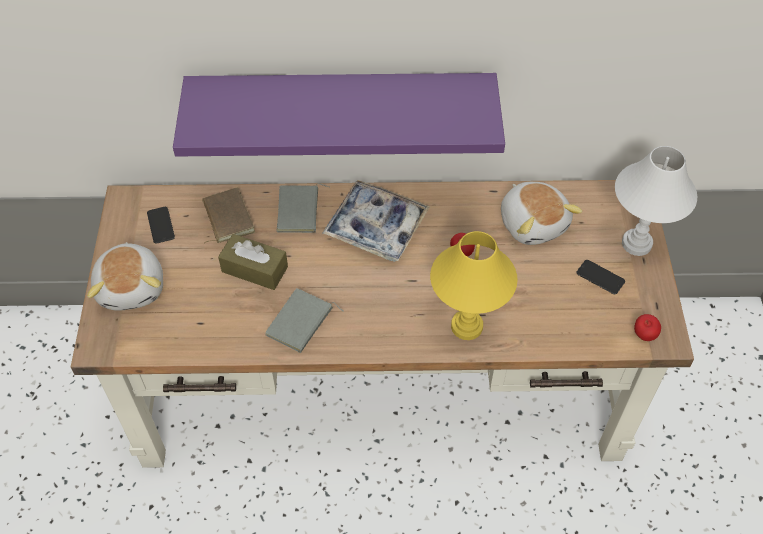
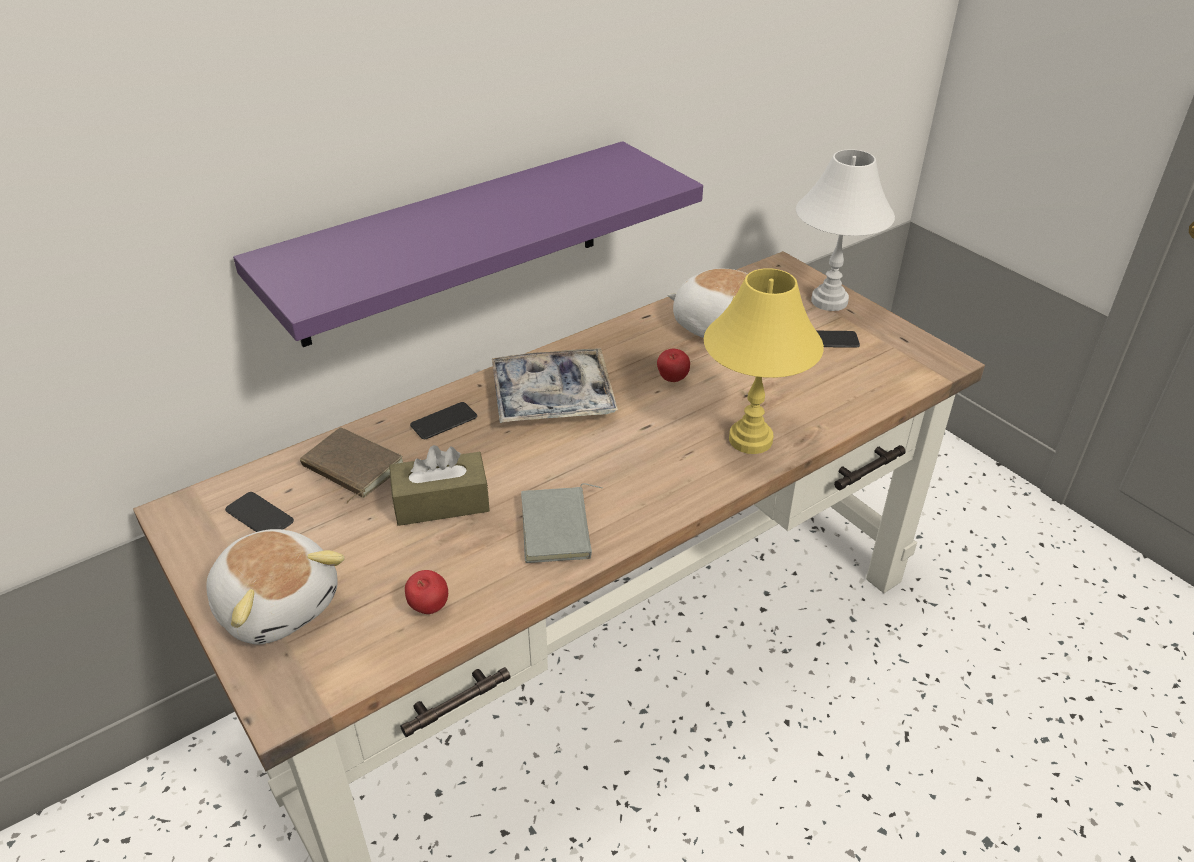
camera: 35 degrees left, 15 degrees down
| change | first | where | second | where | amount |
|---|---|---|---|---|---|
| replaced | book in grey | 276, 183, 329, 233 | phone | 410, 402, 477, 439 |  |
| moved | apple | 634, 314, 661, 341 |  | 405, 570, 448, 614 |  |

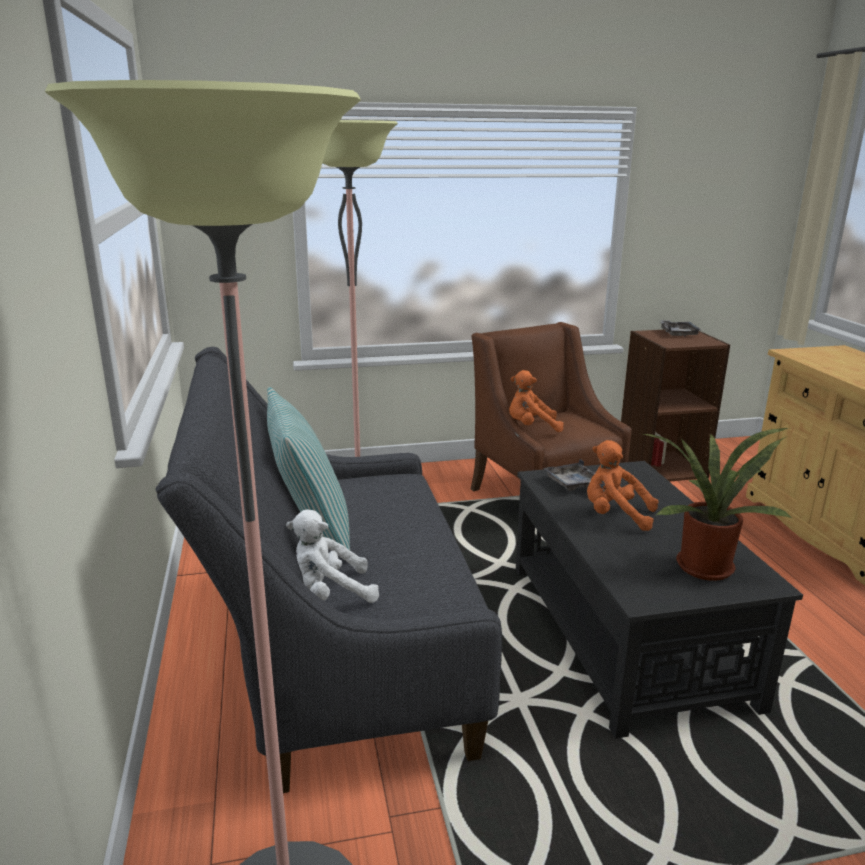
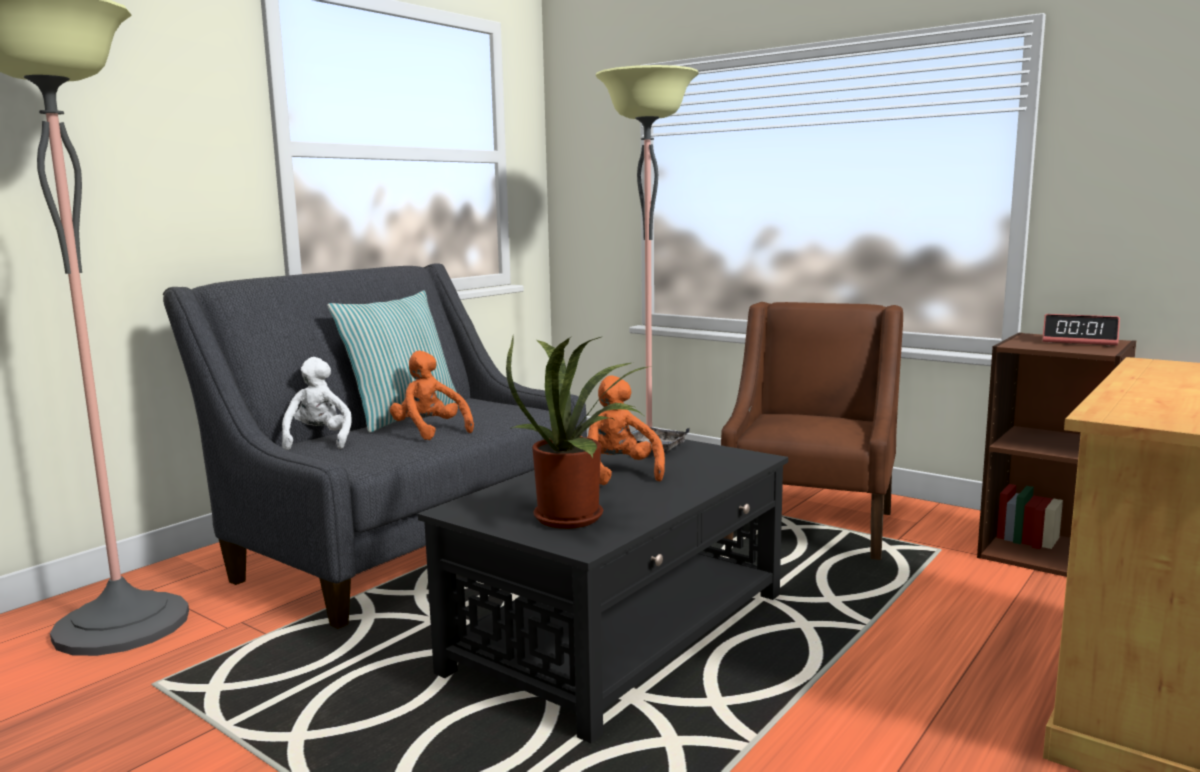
camera: 50 degrees right, 10 degrees down
| change | first | where | second | where | amount |
|---|---|---|---|---|---|
| replaced | tray in grey | 660, 320, 701, 337 | alarm clock | 1042, 314, 1120, 345 |  |
| moved | plush toy in orange | 509, 370, 564, 432 |  | 390, 350, 474, 440 |  |
| turned | plush toy in white | 286, 509, 379, 603 |  | 282, 357, 351, 450 | 45 degrees clockwise |

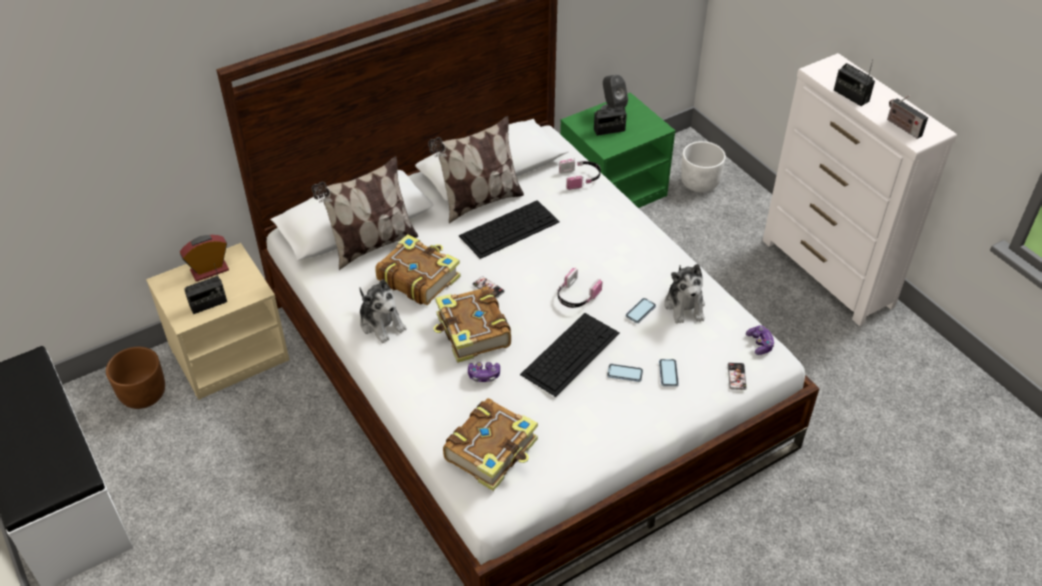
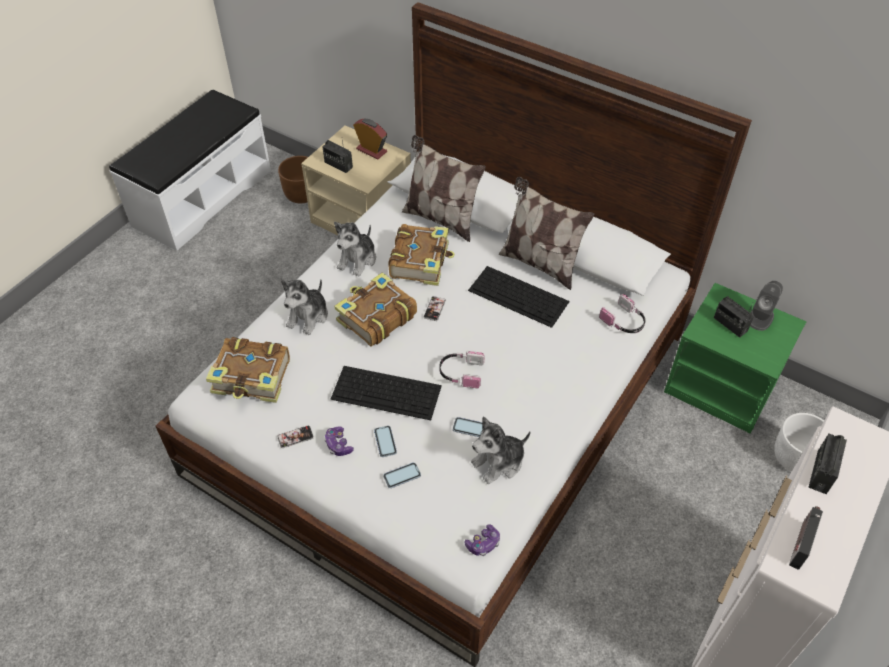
camera: 65 degrees right, 5 degrees up
| change | first | where | second | where | amount |
|---|---|---|---|---|---|
| moved | game controller | 468, 362, 500, 382 |  | 324, 426, 354, 456 |  |
| moved | phone | 728, 362, 747, 390 |  | 277, 426, 314, 448 |  |
| added |  |  | plush toy | 281, 279, 328, 335 |  |

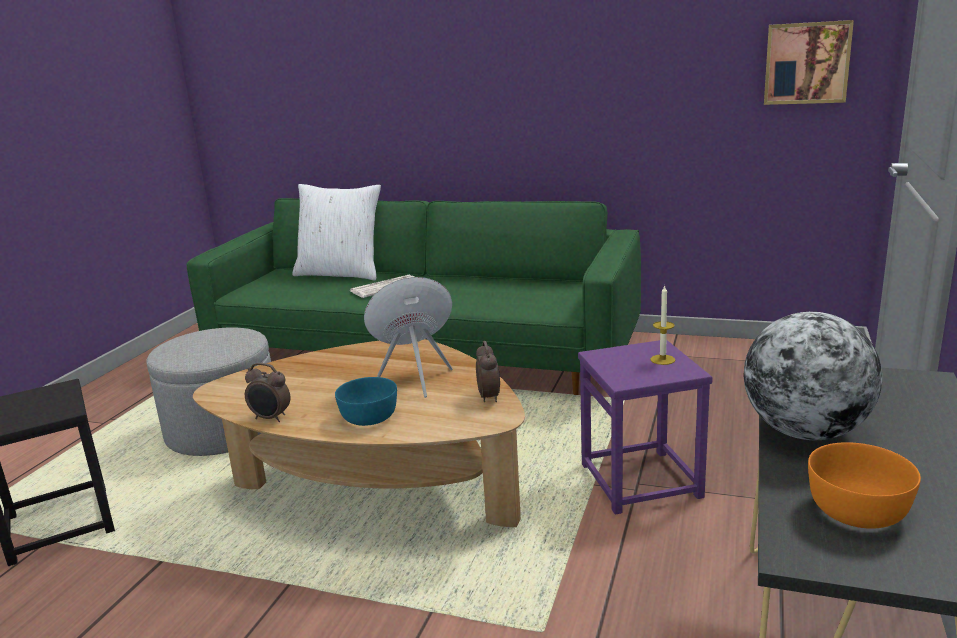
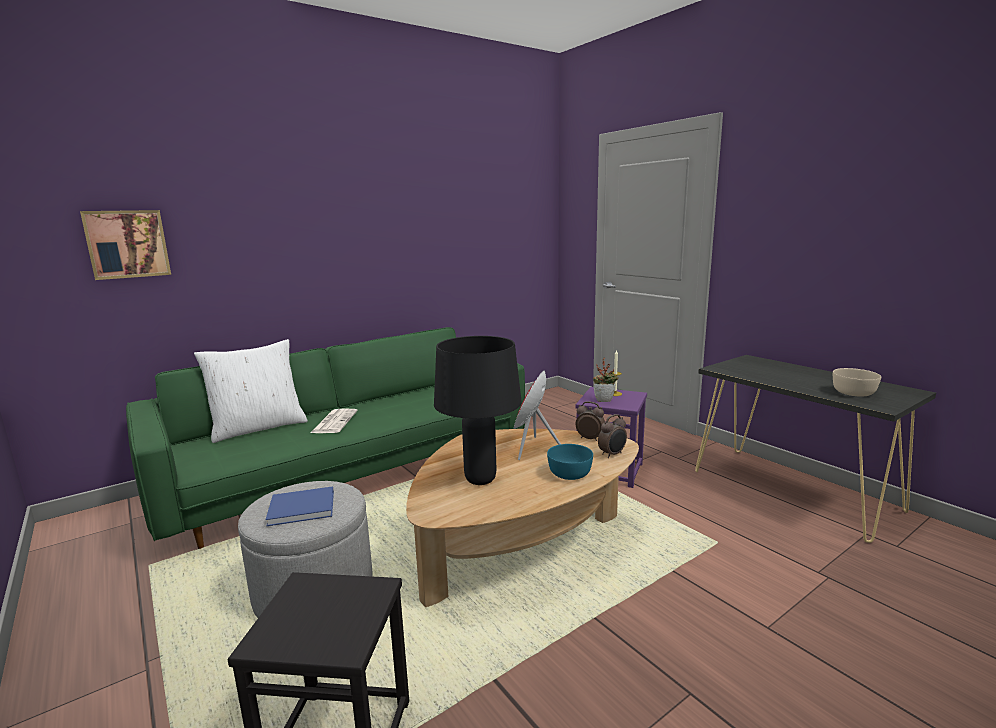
camera: 55 degrees left, 5 degrees down
| change | first | where | second | where | amount |
|---|---|---|---|---|---|
| moved | picture | 764, 20, 854, 105 |  | 80, 210, 171, 280 |  |
| removed | globe | 744, 312, 882, 440 |  |  |  |
| moved | alarm clock | 245, 363, 290, 422 |  | 598, 414, 627, 458 |  |
| recoloured | bowl in orange | 808, 442, 921, 529 | bowl in beige | 833, 368, 881, 397 |  |
| added |  |  | table lamp in black | 434, 336, 522, 485 |  |
| added |  |  | potted plant | 593, 358, 619, 402 |  |
| added |  |  | book in blue | 266, 486, 334, 526 |  |

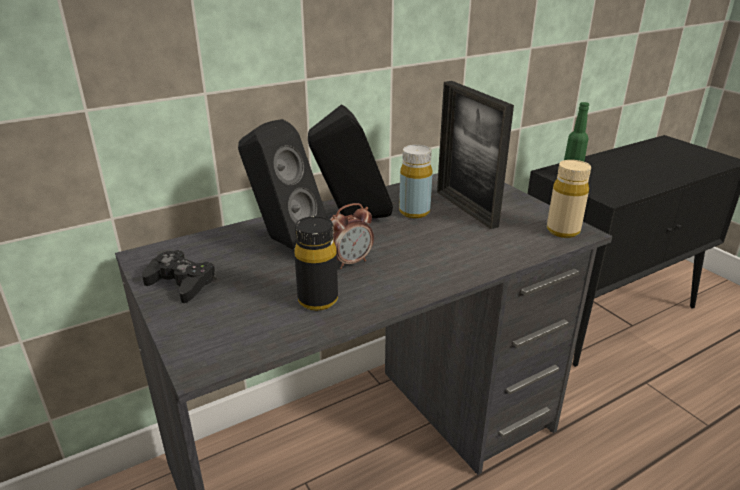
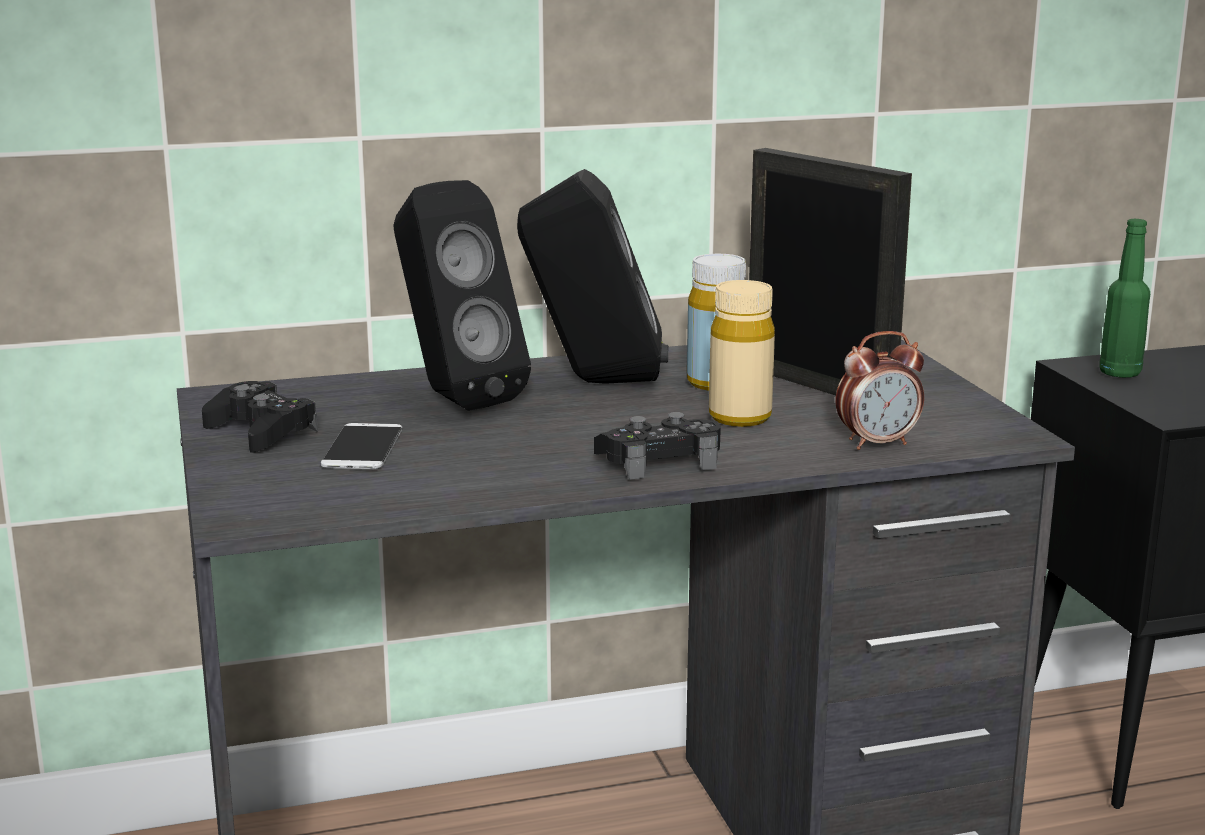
camera: 15 degrees right, 10 degrees down
| change | first | where | second | where | amount |
|---|---|---|---|---|---|
| turned | picture frame | 437, 81, 514, 229 |  | 749, 148, 912, 395 | 150 degrees clockwise |
| moved | bottle in beige | 547, 160, 591, 238 |  | 709, 280, 775, 427 |  |
| moved | alarm clock | 330, 203, 374, 269 |  | 836, 331, 924, 450 |  |
| removed | bottle in black | 294, 216, 338, 311 |  |  |  |
| added |  |  | game controller in black | 594, 412, 721, 480 |  |
| added |  |  | phone | 321, 423, 402, 469 |  |

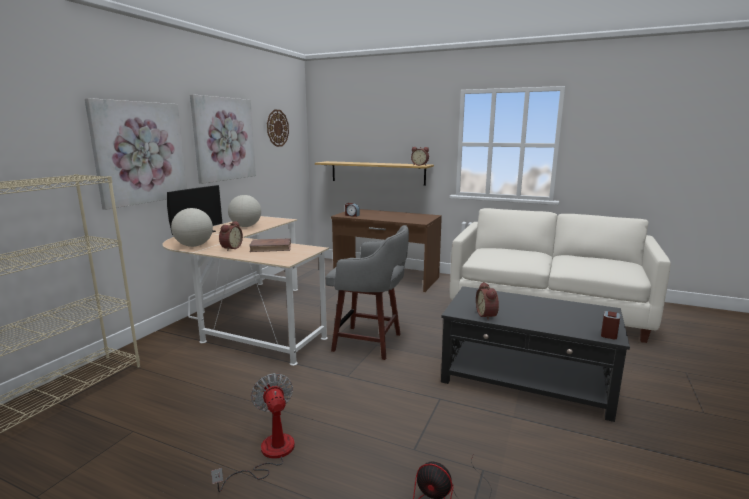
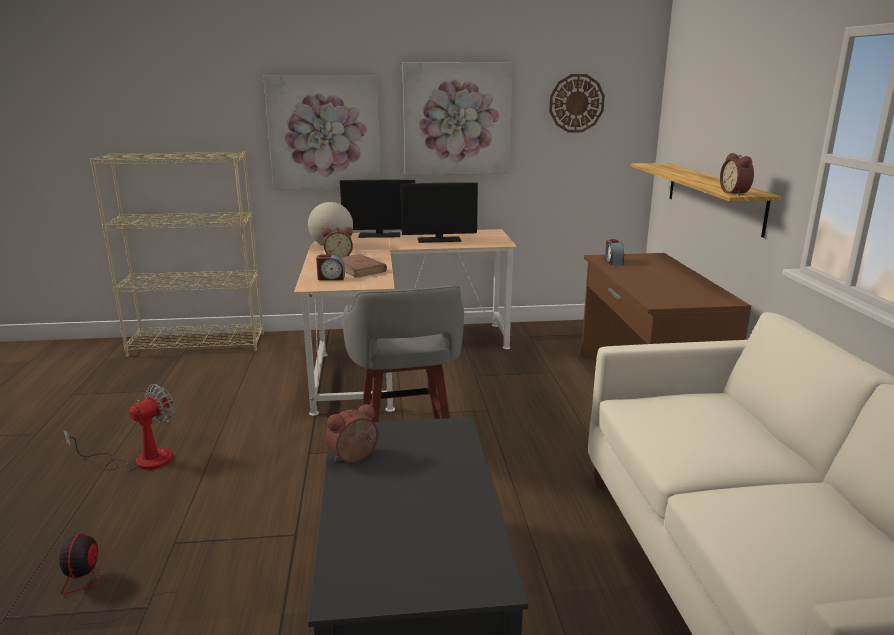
camera: 60 degrees right, 5 degrees up
| change | first | where | second | where | amount |
|---|---|---|---|---|---|
| replaced | globe | 228, 195, 261, 227 | monitor | 401, 182, 478, 243 |  |
| moved | alarm clock | 601, 311, 621, 339 |  | 316, 254, 345, 280 |  |

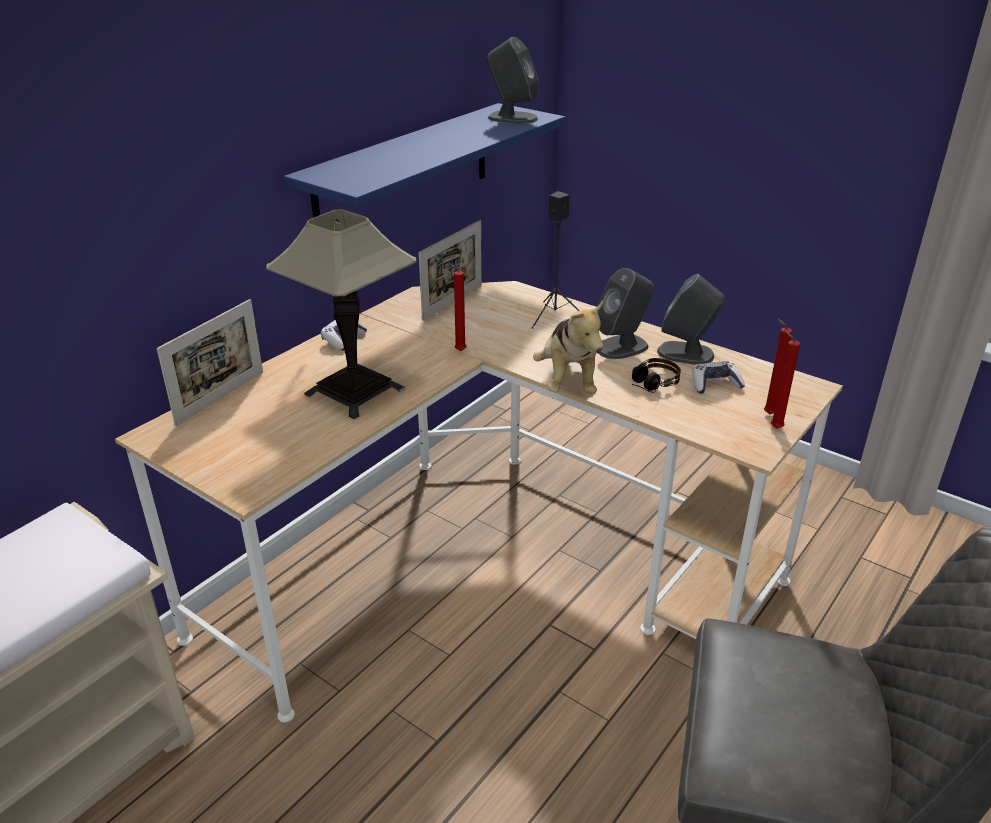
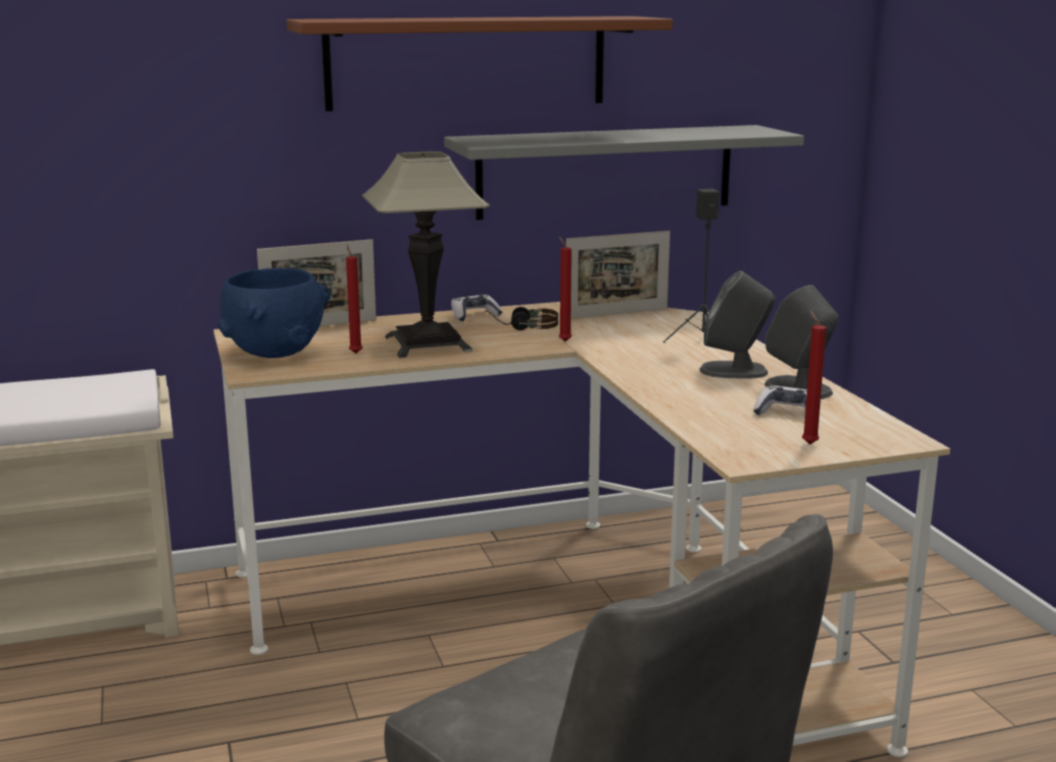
camera: 35 degrees right, 15 degrees down
| change | first | where | second | where | amount |
|---|---|---|---|---|---|
| removed | speaker in grey | 487, 37, 539, 124 |  |  |  |
| recoloured | shelf in blue | 284, 103, 566, 218 | shelf in grey | 444, 125, 804, 220 |  |
| removed | plush toy | 533, 301, 603, 394 |  |  |  |
| moved | candle in red | 771, 330, 800, 429 |  | 346, 244, 363, 353 |  |
| moved | headphones | 632, 358, 681, 393 |  | 485, 307, 558, 330 |  |
| added |  |  | shelf in brown | 286, 16, 673, 111 |  |
| added |  |  | bowl in blue | 218, 268, 330, 358 |  |

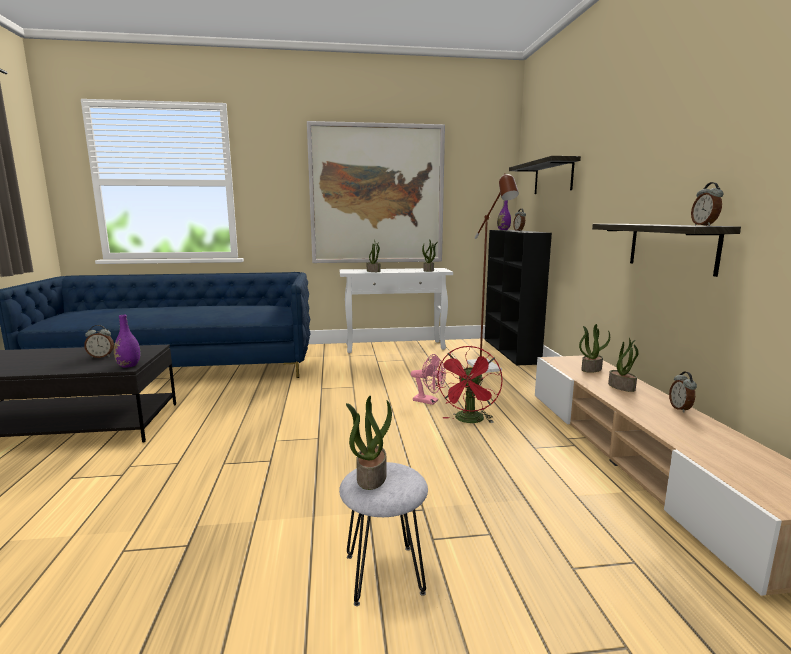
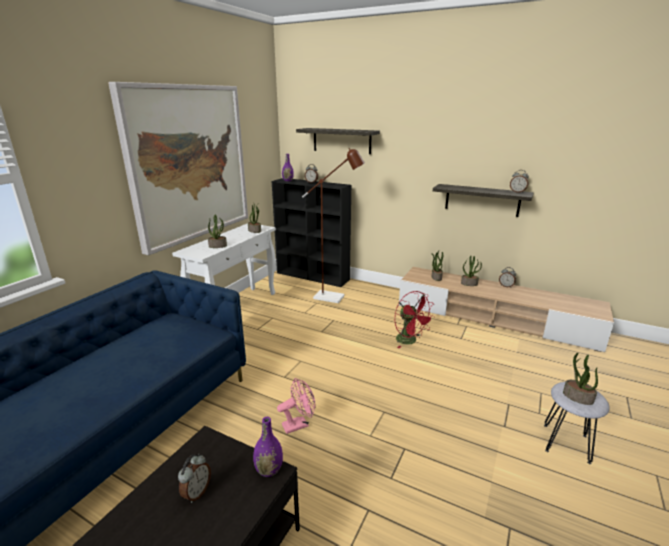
camera: 55 degrees left, 10 degrees up
| change | first | where | second | where | amount |
|---|---|---|---|---|---|
| moved | fan in pink | 411, 354, 446, 405 |  | 277, 378, 316, 434 |  |

